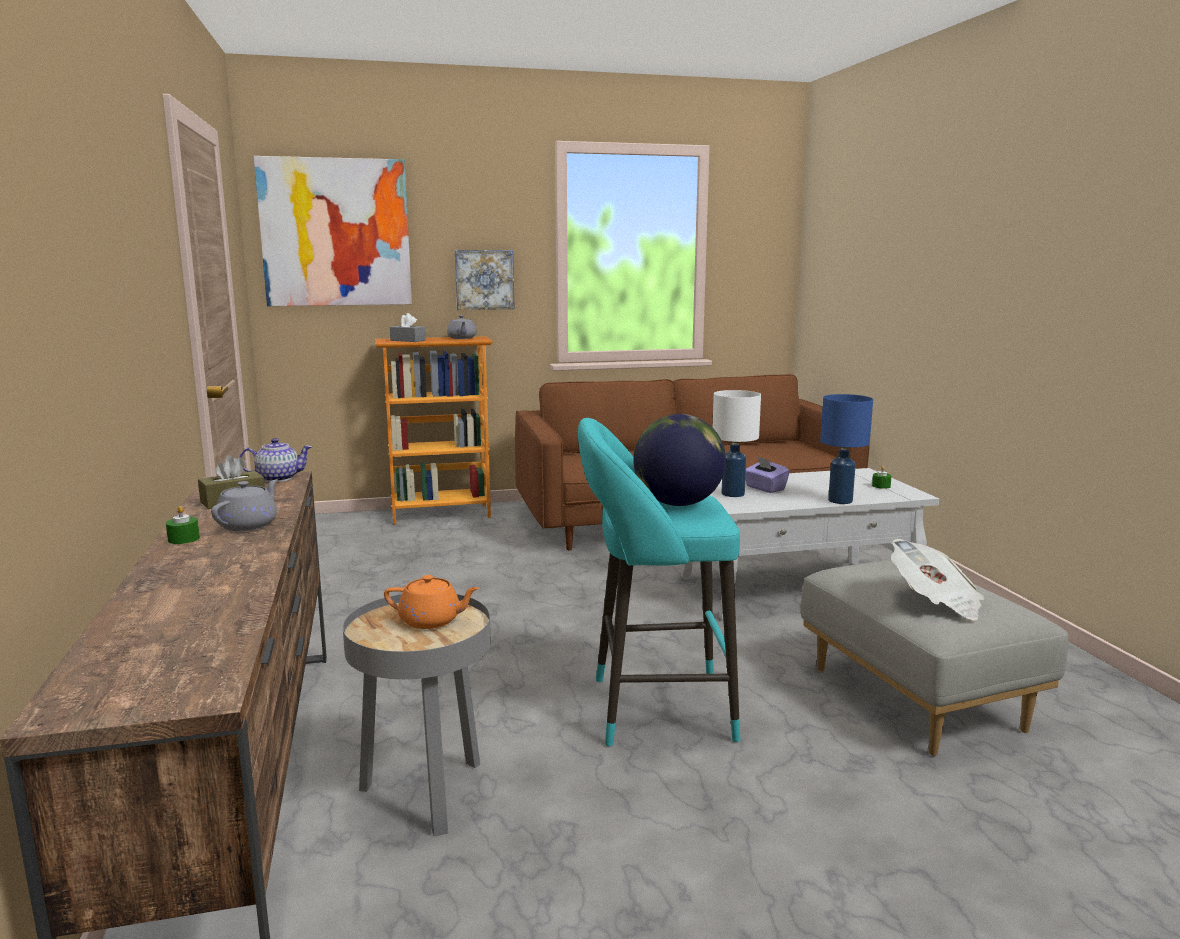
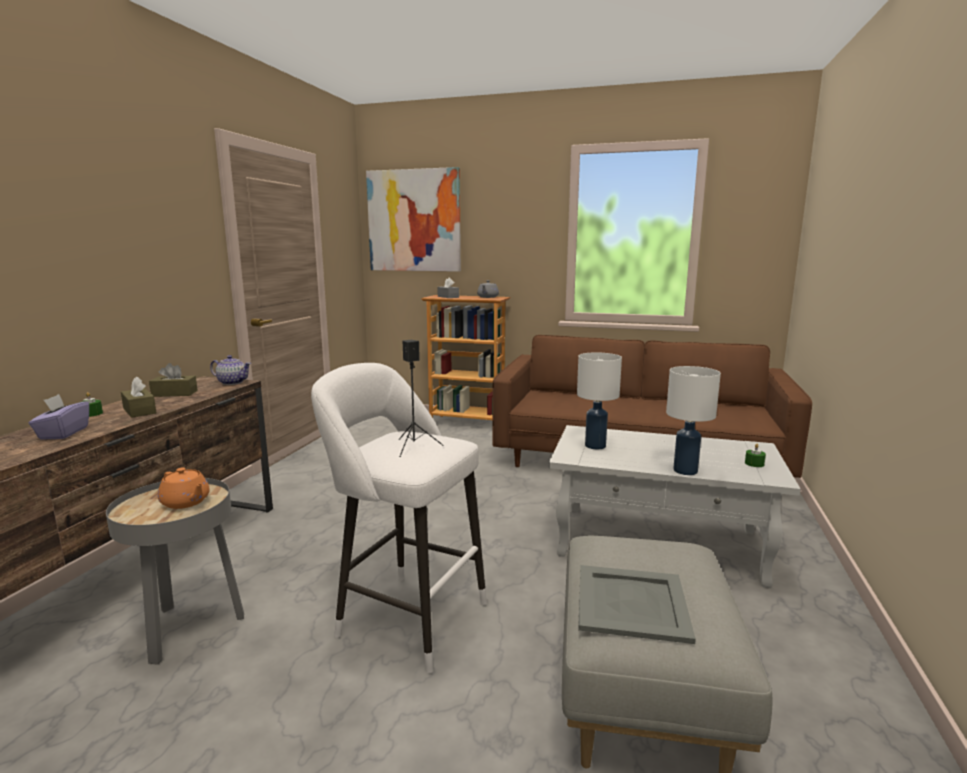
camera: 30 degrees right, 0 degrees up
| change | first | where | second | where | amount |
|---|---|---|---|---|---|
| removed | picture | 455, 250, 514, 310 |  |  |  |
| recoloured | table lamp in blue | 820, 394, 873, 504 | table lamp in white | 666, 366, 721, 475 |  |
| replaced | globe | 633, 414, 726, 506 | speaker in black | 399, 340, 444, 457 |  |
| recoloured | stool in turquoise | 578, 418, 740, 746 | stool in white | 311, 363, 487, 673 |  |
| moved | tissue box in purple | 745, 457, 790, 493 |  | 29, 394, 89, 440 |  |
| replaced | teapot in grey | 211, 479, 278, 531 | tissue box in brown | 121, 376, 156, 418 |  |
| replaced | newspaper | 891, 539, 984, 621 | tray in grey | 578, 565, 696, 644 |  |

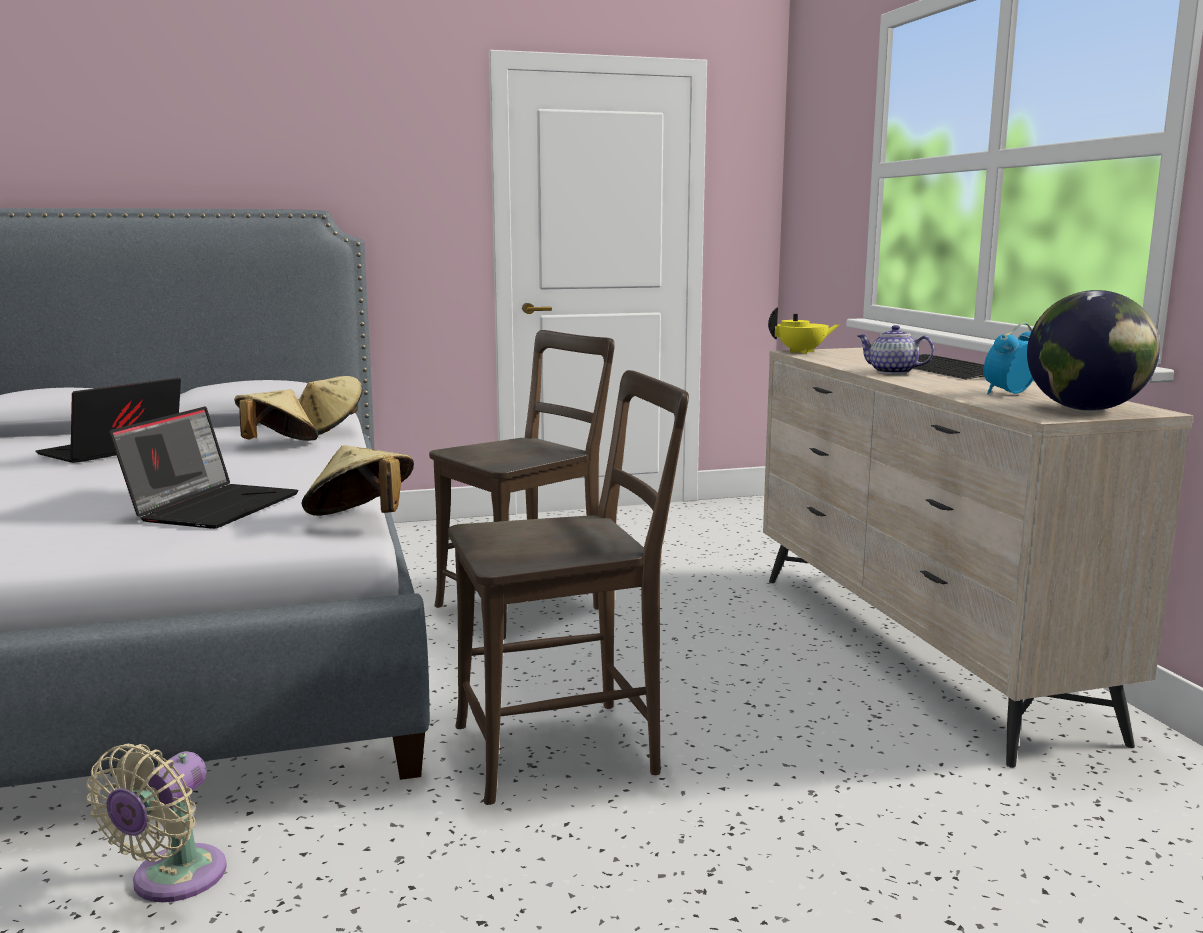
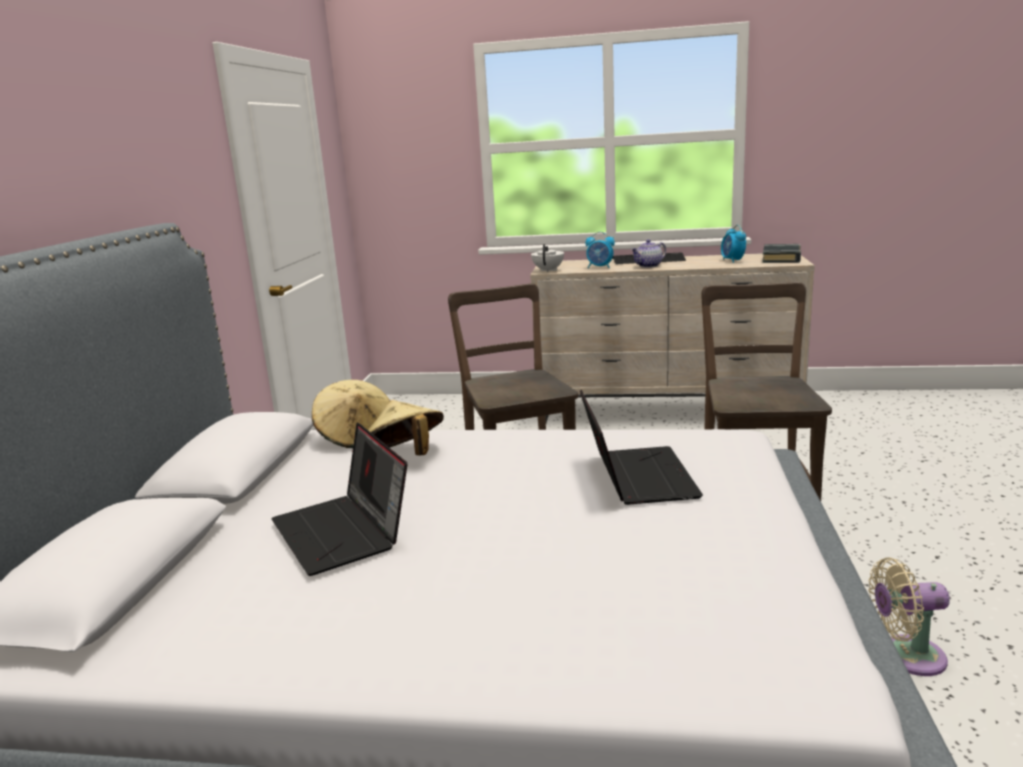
camera: 65 degrees left, 5 degrees up
| change | first | where | second | where | amount |
|---|---|---|---|---|---|
| replaced | globe | 1027, 290, 1160, 411 | book in black | 762, 244, 801, 263 |  |
| recoloured | teapot in yellow | 768, 307, 839, 354 | teapot in white | 531, 244, 564, 272 |  |
| turned | laptop | 109, 407, 299, 529 |  | 580, 390, 703, 505 | 45 degrees clockwise |
| removed | hat in beige | 301, 445, 414, 516 |  |  |  |
| turned | fan in beige | 87, 744, 227, 902 |  | 868, 558, 950, 676 | 135 degrees clockwise |
| added |  |  | alarm clock | 585, 232, 615, 268 |  |

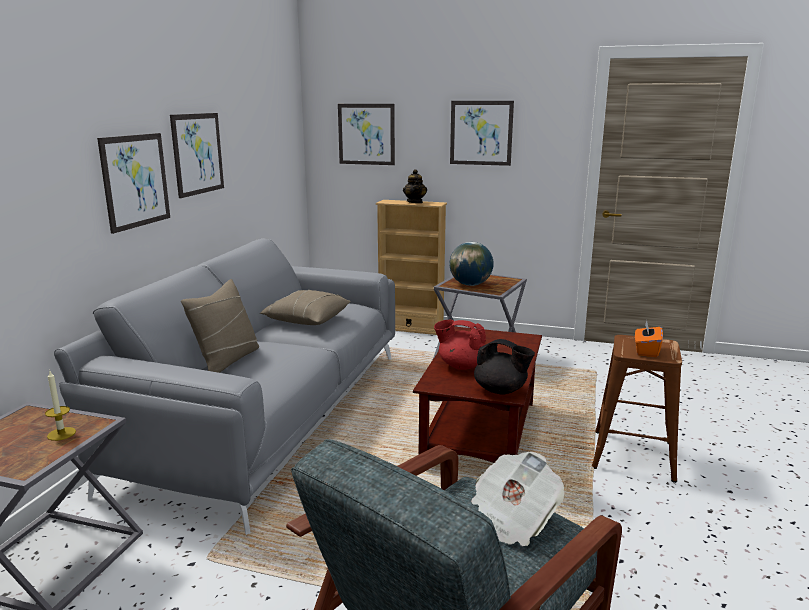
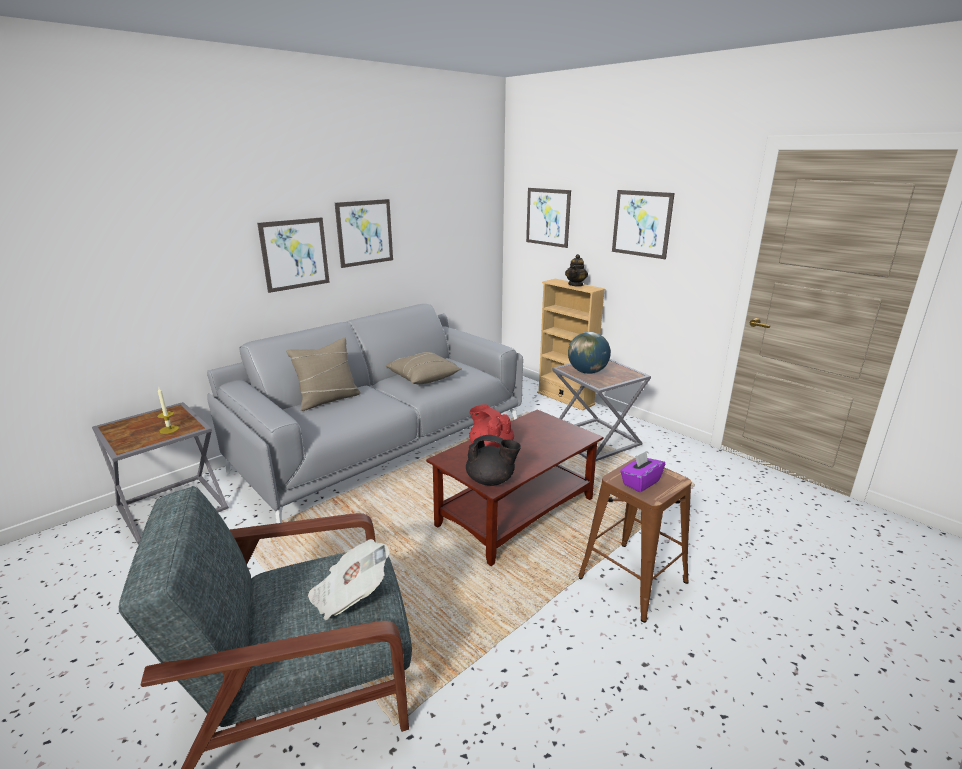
camera: 30 degrees right, 5 degrees up
| change | first | where | second | where | amount |
|---|---|---|---|---|---|
| recoloured | tissue box in orange | 635, 320, 663, 357 | tissue box in purple | 620, 451, 665, 492 |  |
| turned | teapot in black | 474, 339, 535, 395 |  | 466, 435, 521, 486 | 45 degrees counterclockwise |

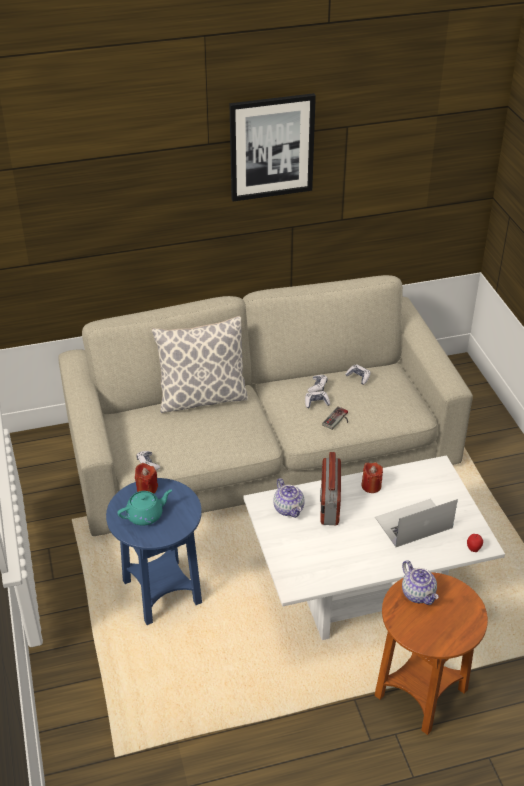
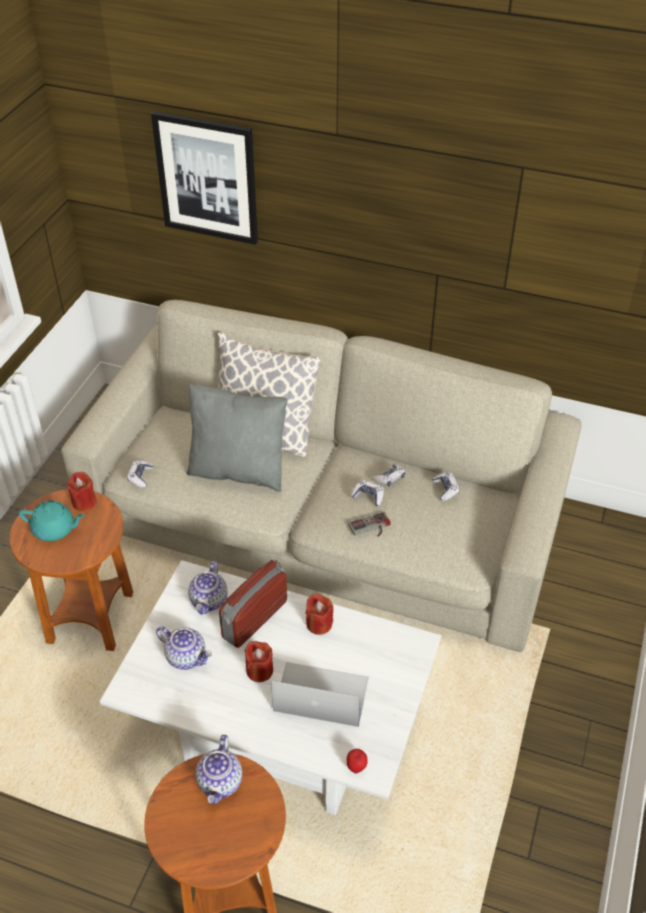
camera: 35 degrees right, 5 degrees up
| change | first | where | second | where | amount |
|---|---|---|---|---|---|
| moved | picture | 230, 93, 316, 202 |  | 151, 111, 258, 245 |  |
| recoloured | side table in blue | 106, 478, 202, 625 | side table in brown | 10, 489, 133, 651 |  |
| added |  |  | pillow in grey | 186, 384, 288, 492 |  |
| added |  |  | teapot | 156, 626, 212, 670 |  |
| added |  |  | candle in red | 244, 641, 273, 682 |  |

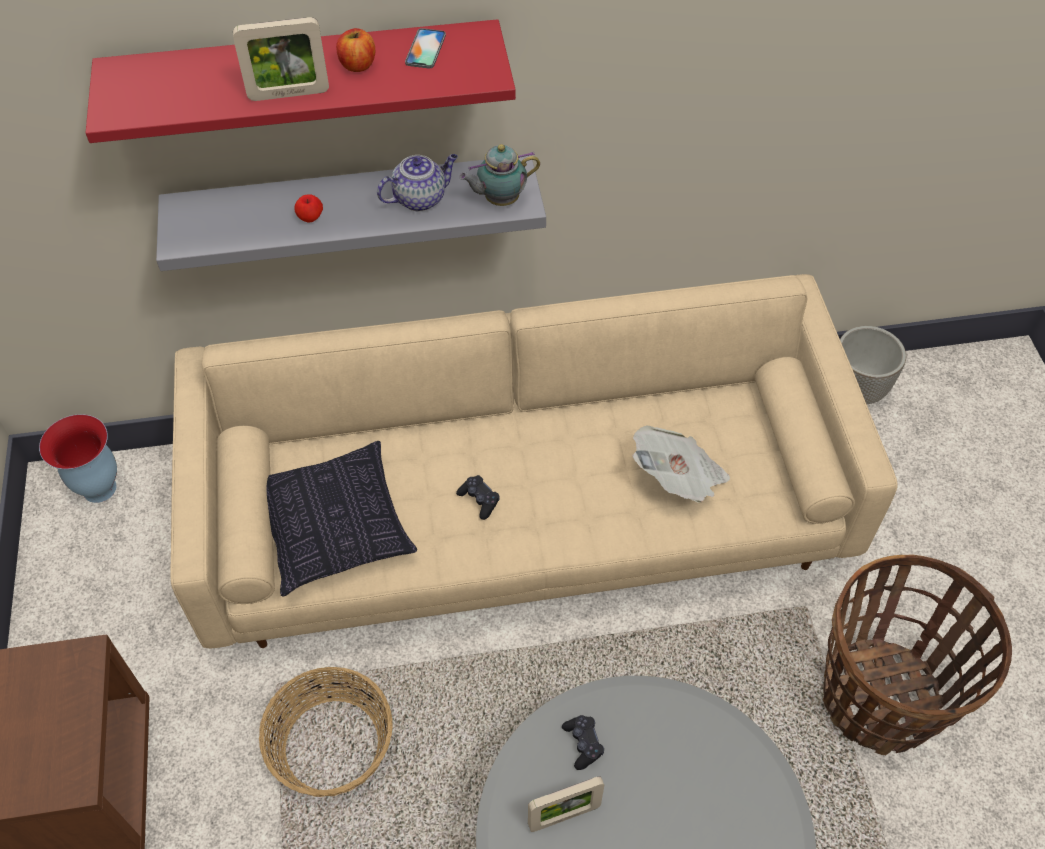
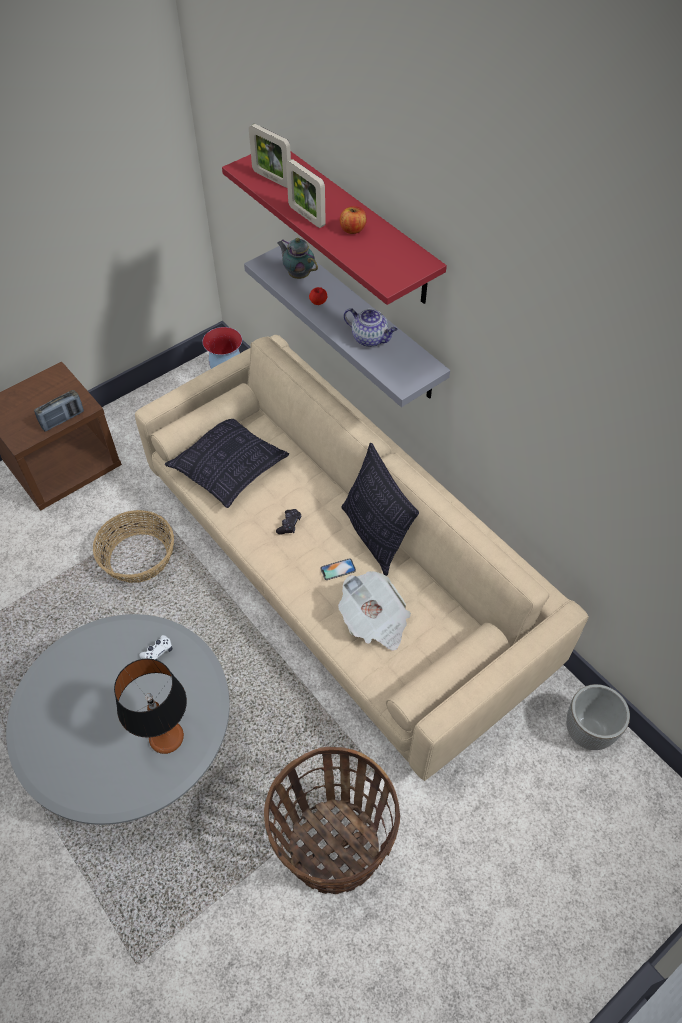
camera: 60 degrees right, 0 degrees up
| change | first | where | second | where | amount |
|---|---|---|---|---|---|
| moved | phone | 405, 28, 446, 69 |  | 321, 558, 356, 580 |  |
| moved | teapot | 459, 144, 540, 206 |  | 277, 238, 318, 279 |  |
| recoloured | game controller in black | 562, 715, 604, 770 | game controller in white | 139, 635, 172, 660 |  |
| moved | picture frame | 528, 776, 604, 832 |  | 249, 124, 291, 188 |  |
| added |  |  | radio | 34, 390, 84, 432 |  |
| added |  |  | pillow | 341, 443, 419, 576 |  |
| added |  |  | table lamp | 114, 658, 187, 754 |  |

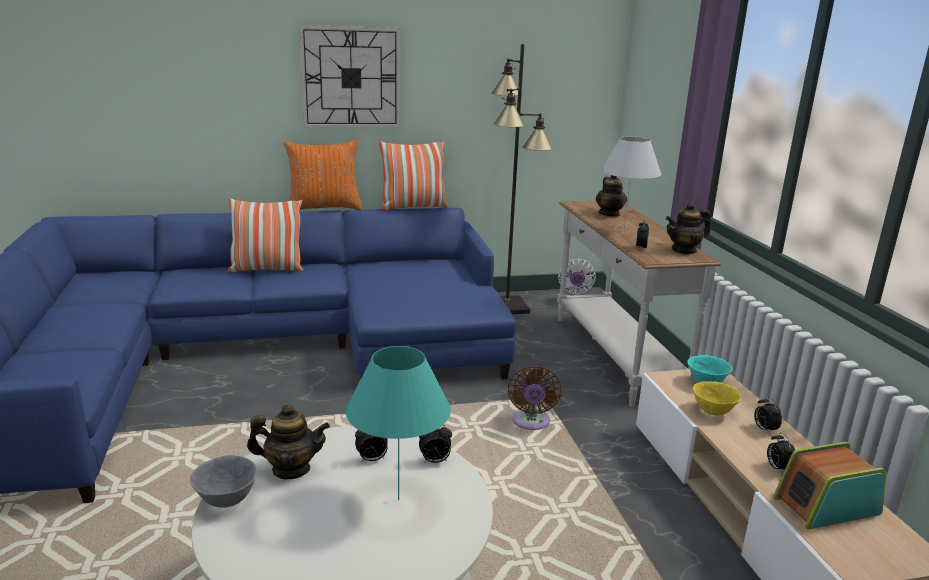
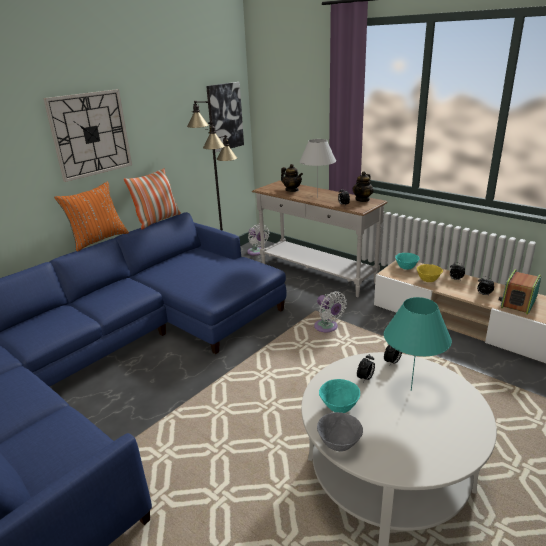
camera: 35 degrees left, 5 degrees up
| change | first | where | second | where | amount |
|---|---|---|---|---|---|
| removed | pillow | 227, 198, 303, 273 |  |  |  |
| recoloured | fan in brown | 508, 366, 561, 430 | fan in white | 314, 291, 347, 332 |  |
| replaced | teapot | 247, 404, 330, 479 | bowl in turquoise | 319, 379, 360, 413 |  |
| added |  |  | picture | 206, 82, 244, 153 |  |

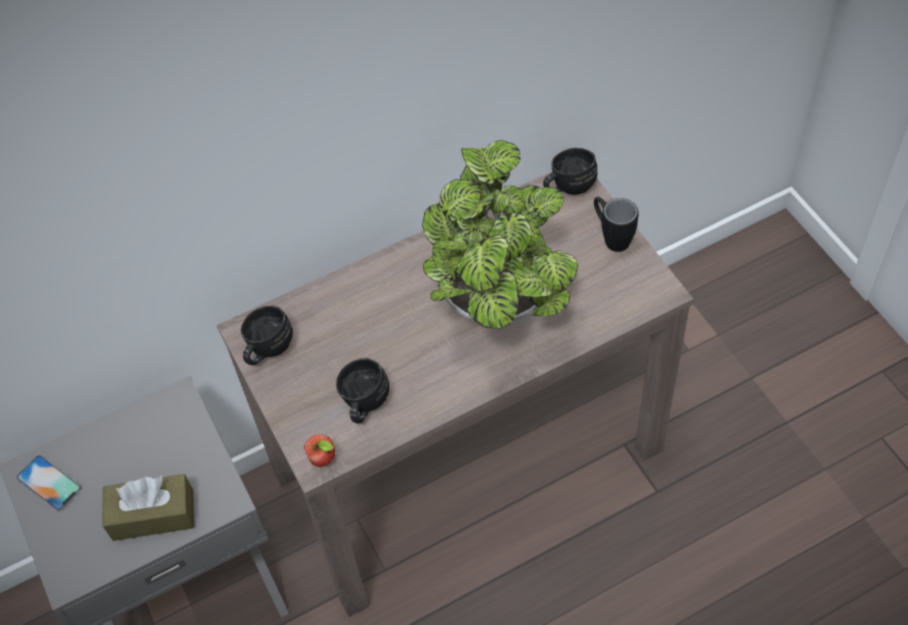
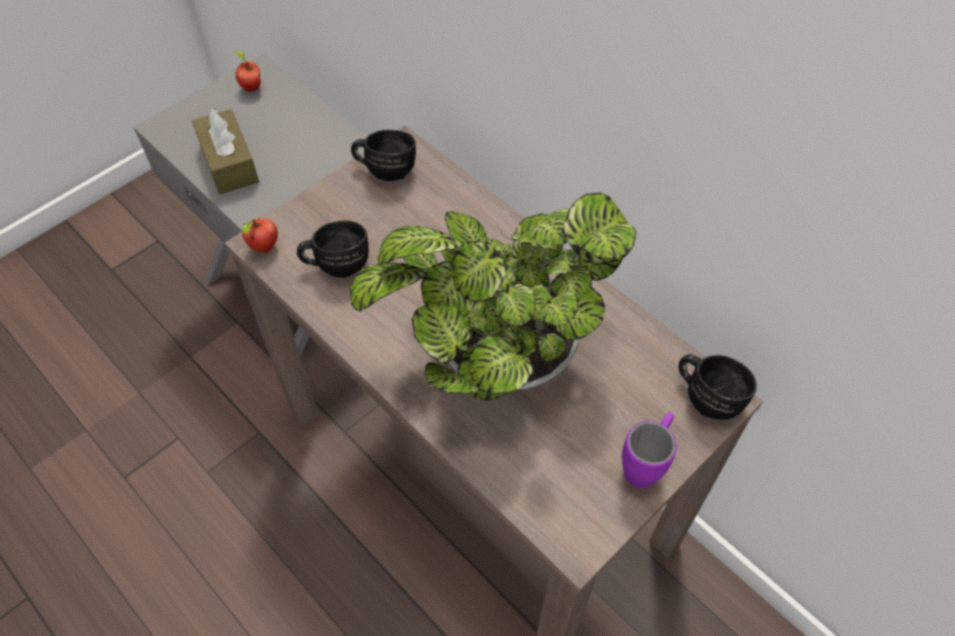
camera: 70 degrees right, 0 degrees up
| change | first | where | second | where | amount |
|---|---|---|---|---|---|
| recoloured | mug in black | 594, 197, 638, 252 | mug in purple | 622, 412, 677, 488 |  |
| replaced | phone | 16, 455, 82, 511 | apple | 233, 51, 261, 92 |  |

